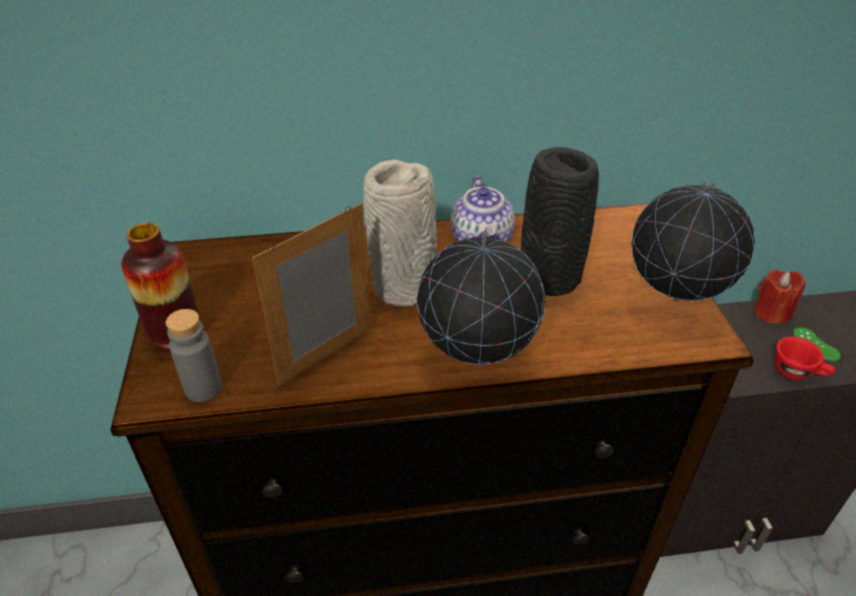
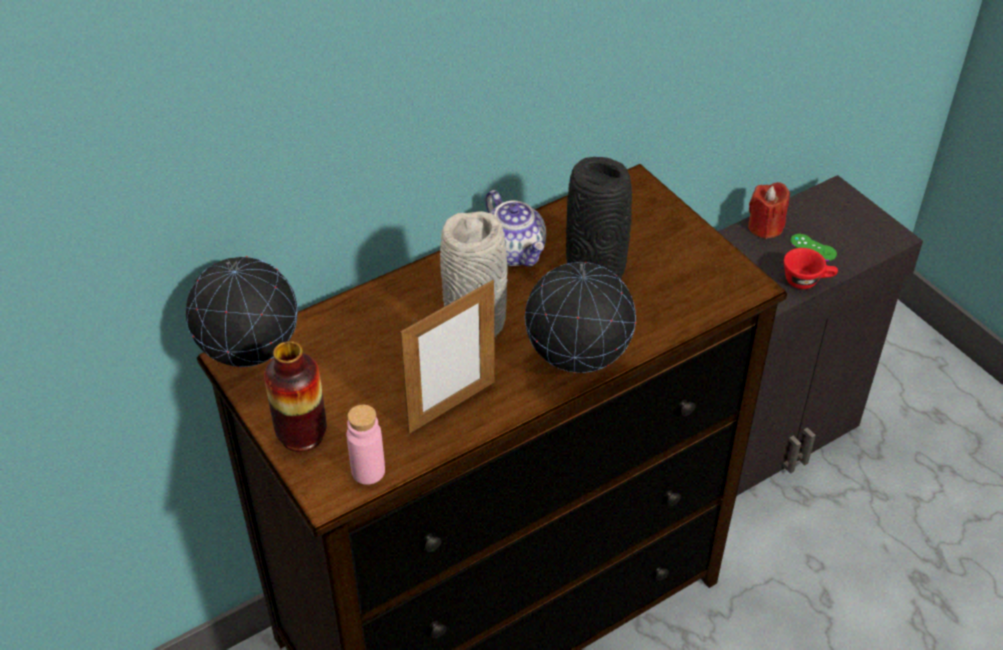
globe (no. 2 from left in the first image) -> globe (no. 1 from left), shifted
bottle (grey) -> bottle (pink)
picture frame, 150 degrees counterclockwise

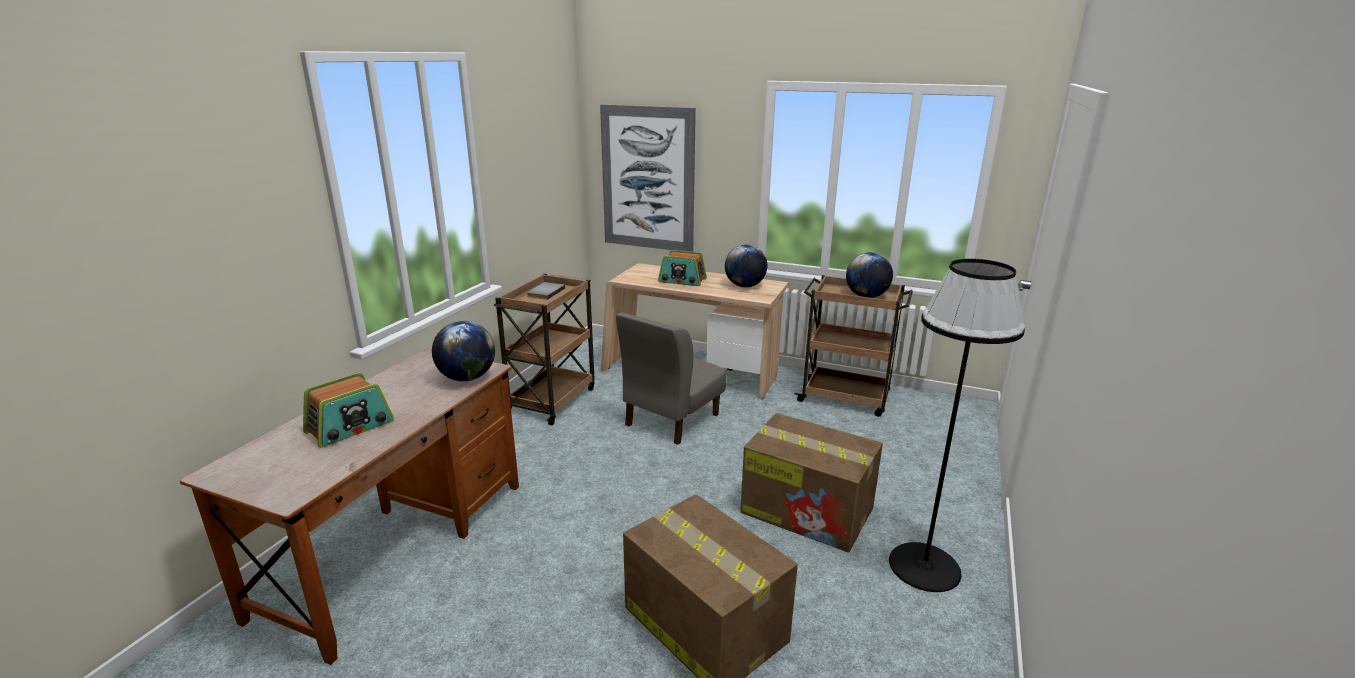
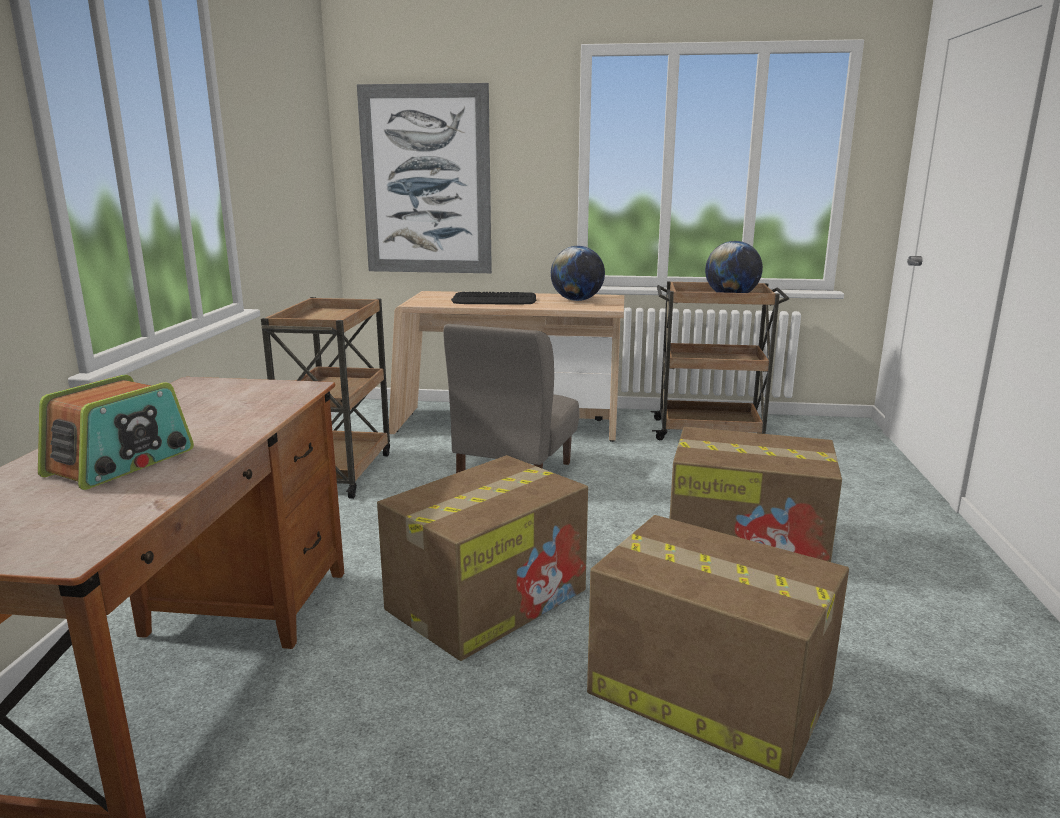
none -> cardboard box (no. 1 from left)
radio (no. 2 from left) -> keyboard
globe (no. 1 from left) -> none
book (grey) -> none
floor lamp (black) -> none

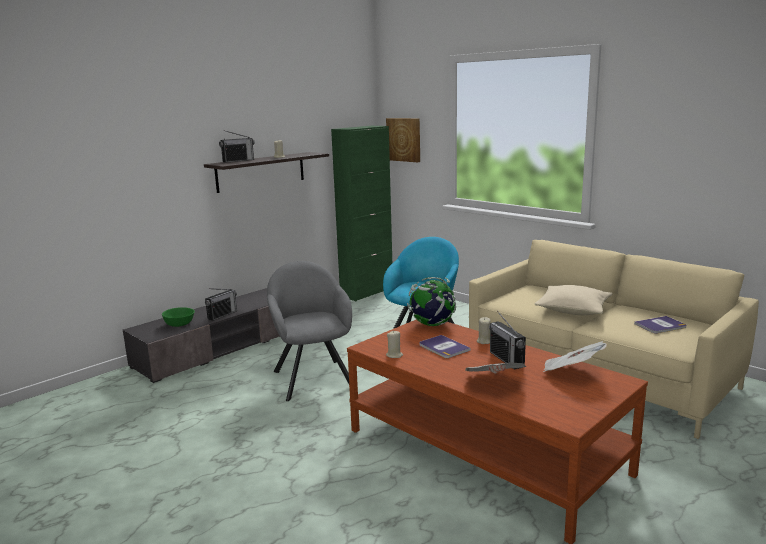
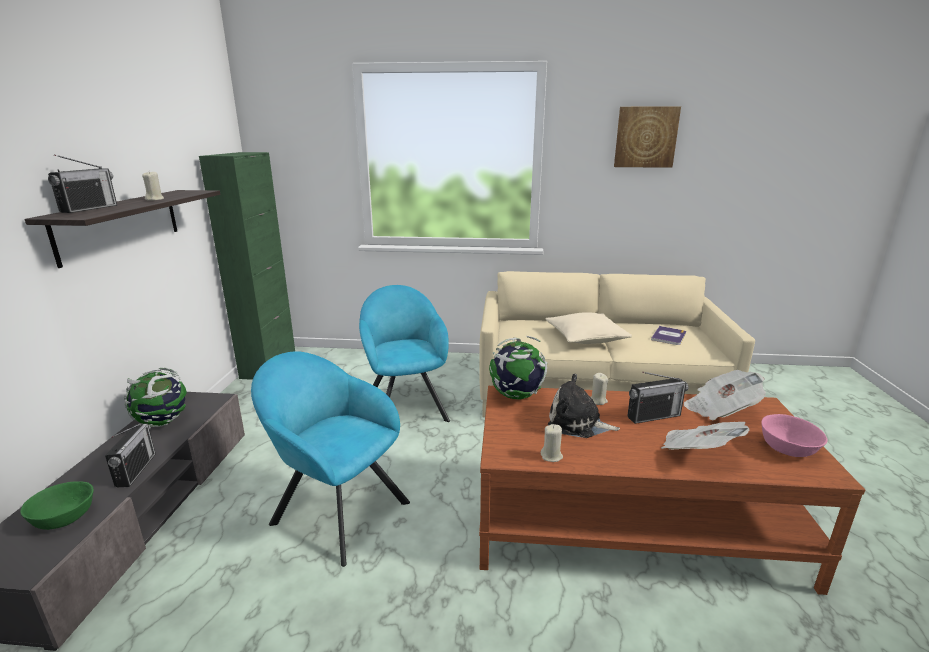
none -> globe (no. 1 from left)
armchair (grey) -> armchair (turquoise) (no. 1 from left)
book (no. 1 from left) -> plush toy
picture, shifted
radio (no. 3 from left), 45 degrees counterclockwise
none -> bowl (pink)

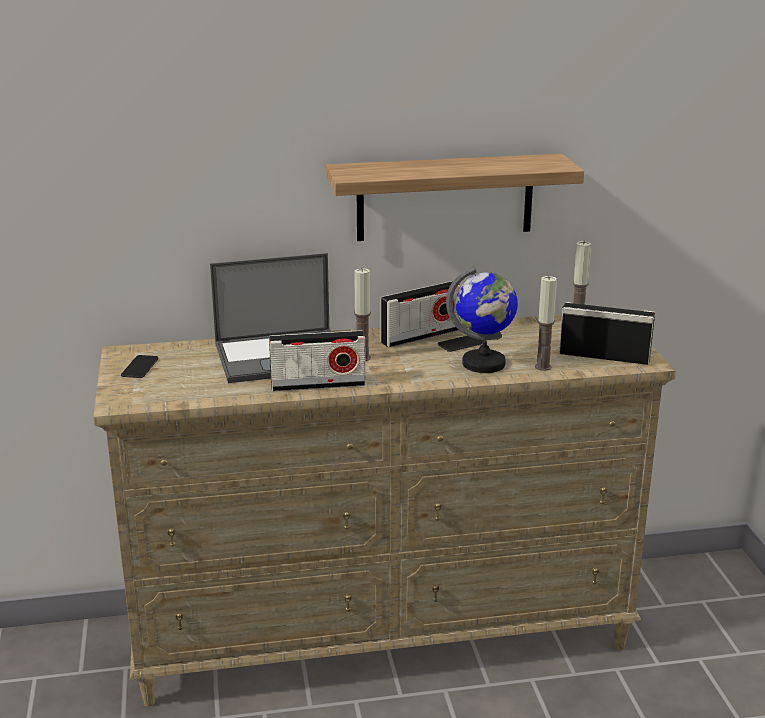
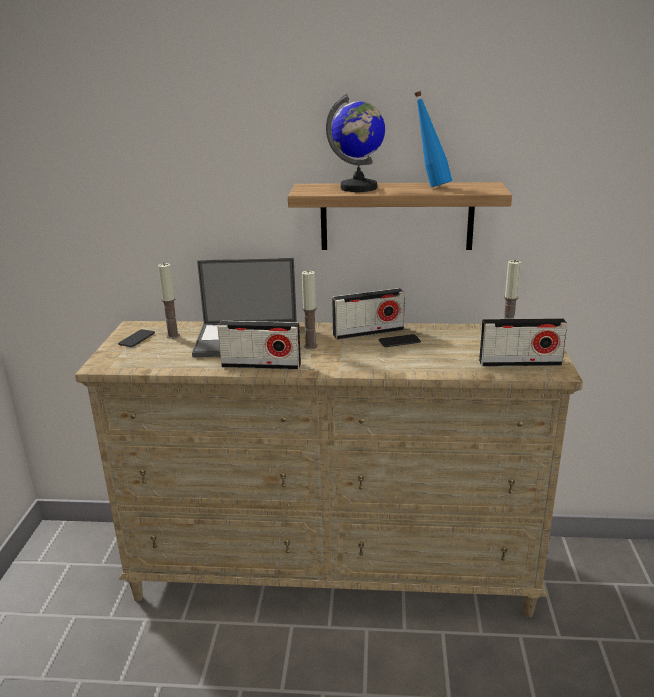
candle (no. 2 from left in the first image) -> candle (no. 1 from left), shifted
globe, shifted
none -> bottle (blue)
radio (no. 3 from left), 150 degrees clockwise

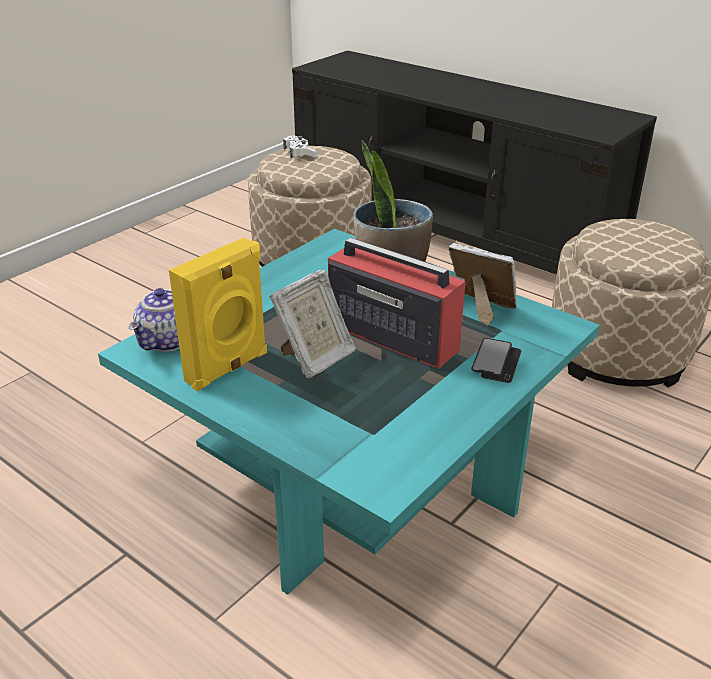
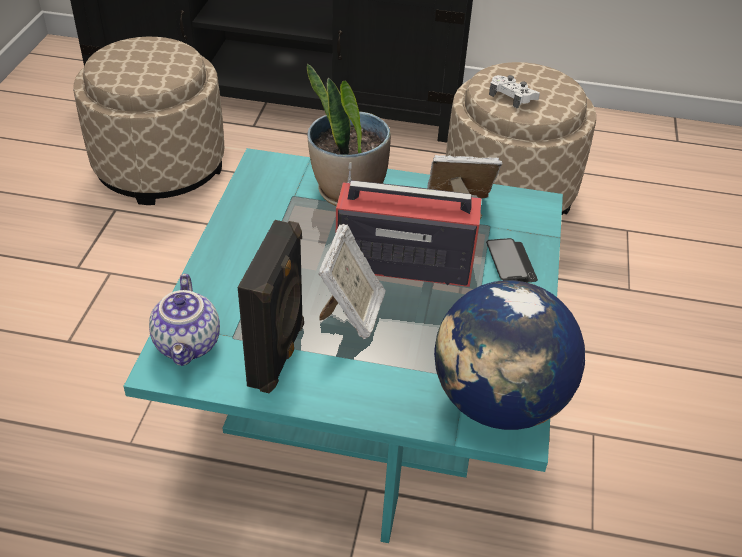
speaker (yellow) -> speaker (black)
none -> globe
game controller (white), shifted

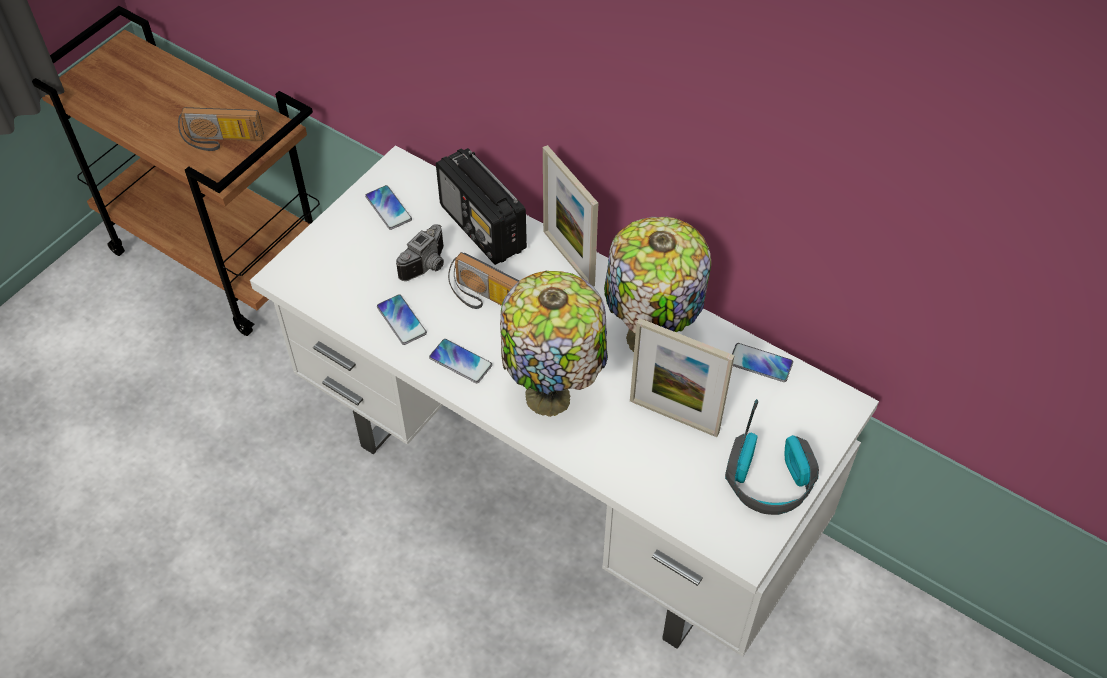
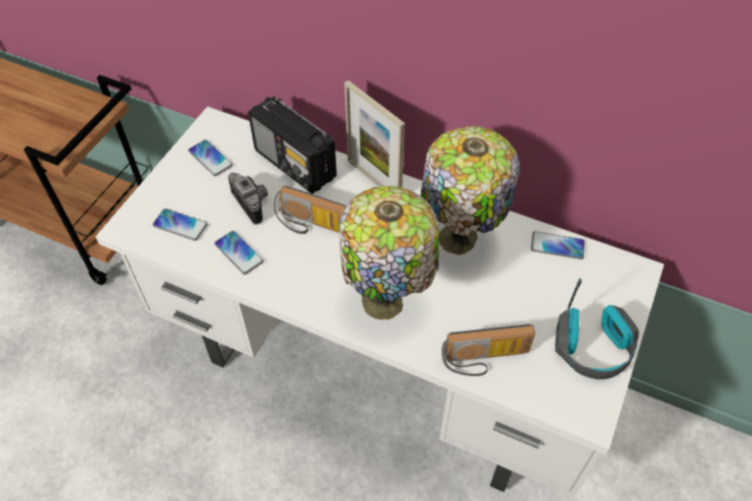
phone (no. 3 from left in the first image) -> phone (no. 1 from left), shifted
photo camera, 60 degrees counterclockwise
radio (no. 1 from left in the first image) -> radio (no. 3 from left), shifted
picture frame (no. 2 from left) -> none

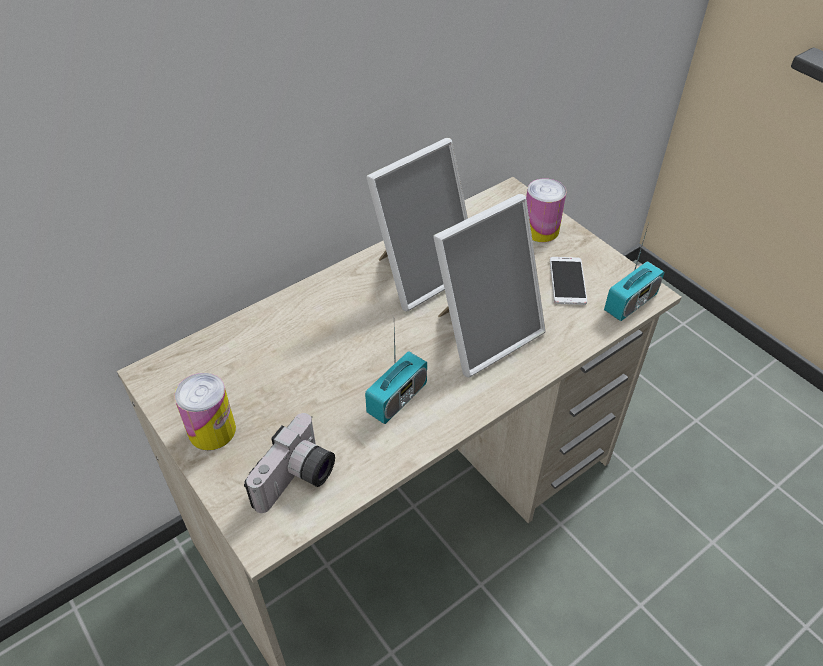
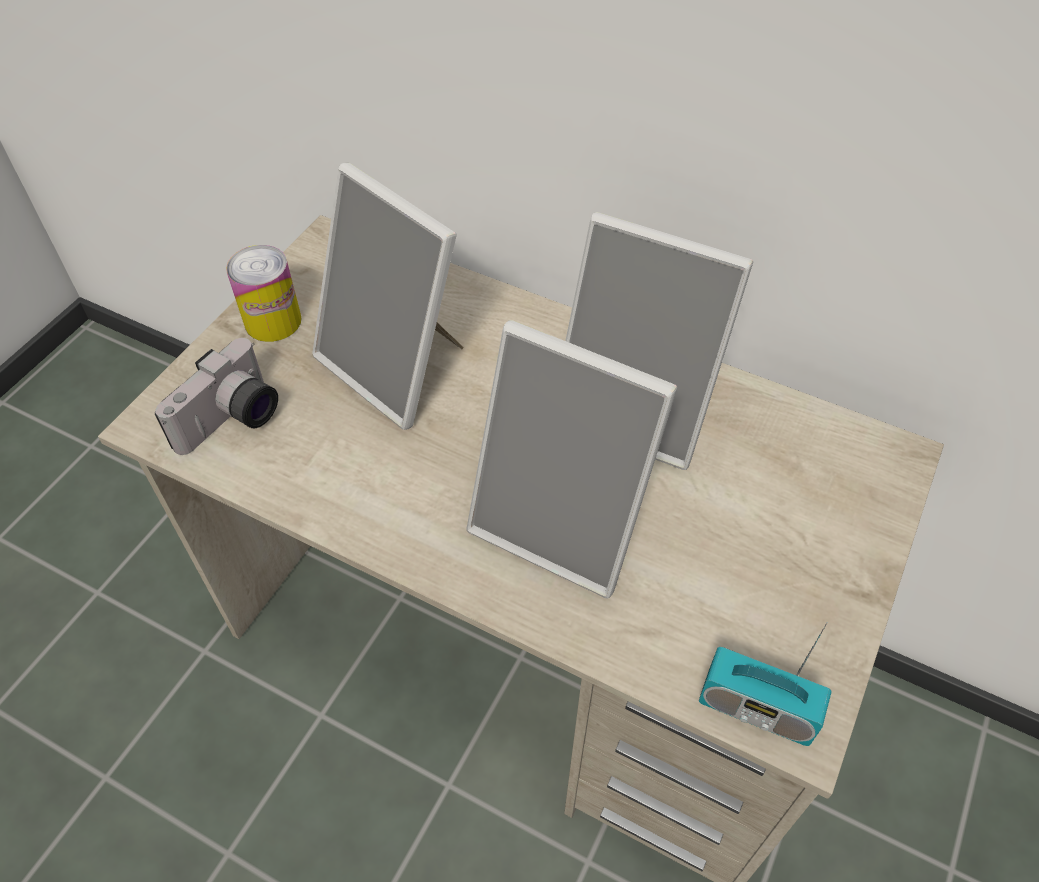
photo camera, 60 degrees counterclockwise
none -> picture frame (no. 1 from left)
radio (no. 1 from left) -> none
can (no. 2 from left) -> none
phone -> none

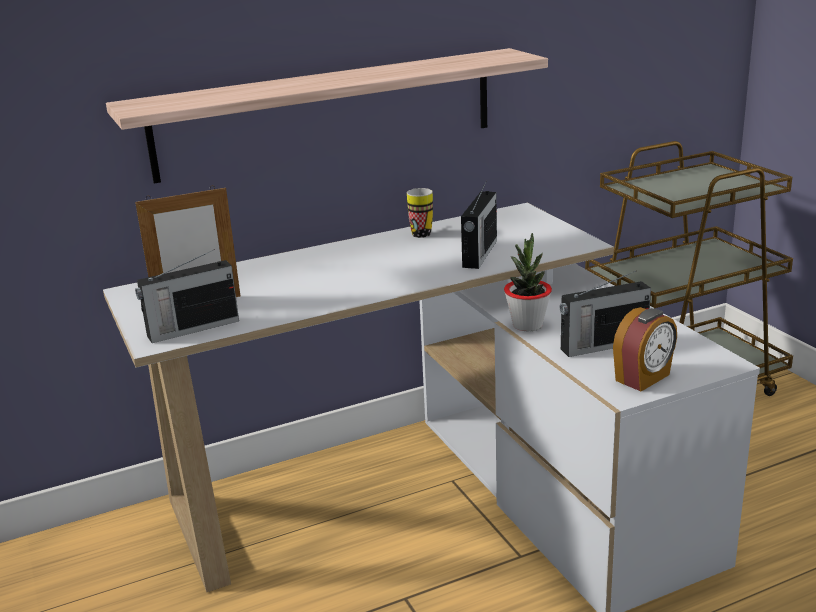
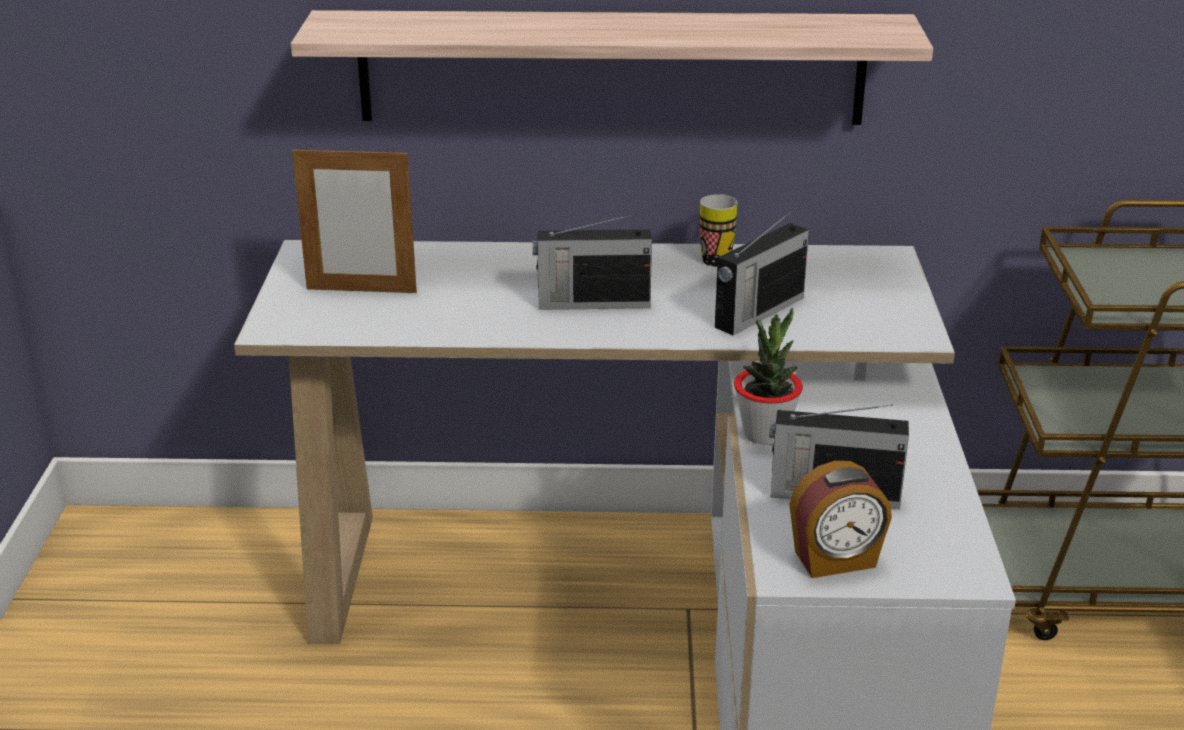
radio (no. 1 from left), shifted

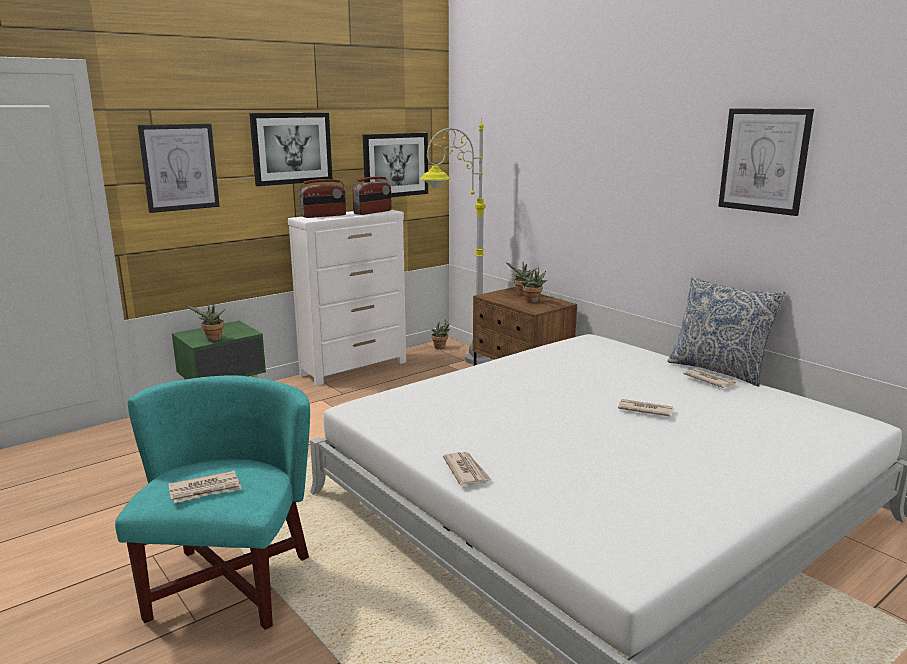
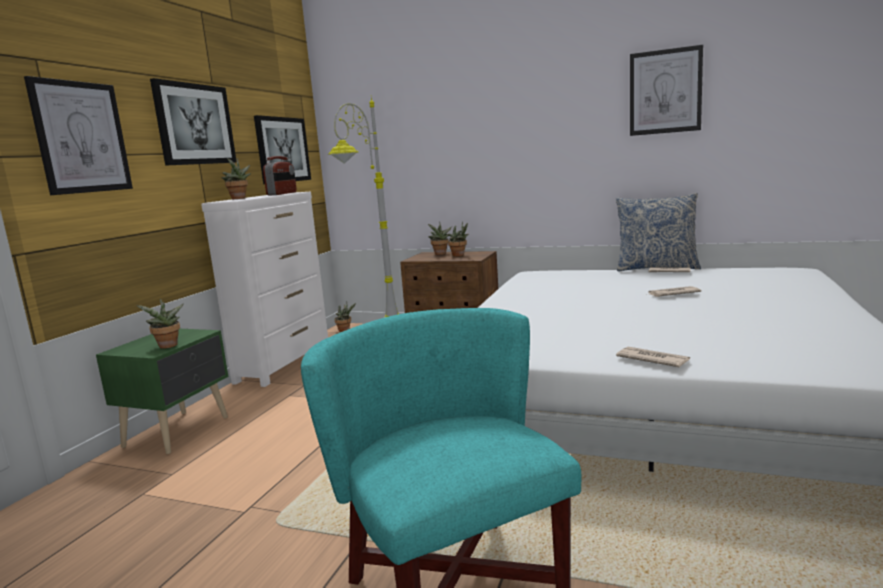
radio (no. 1 from left) -> potted plant (no. 2 from left)
newspaper (no. 1 from left) -> none

